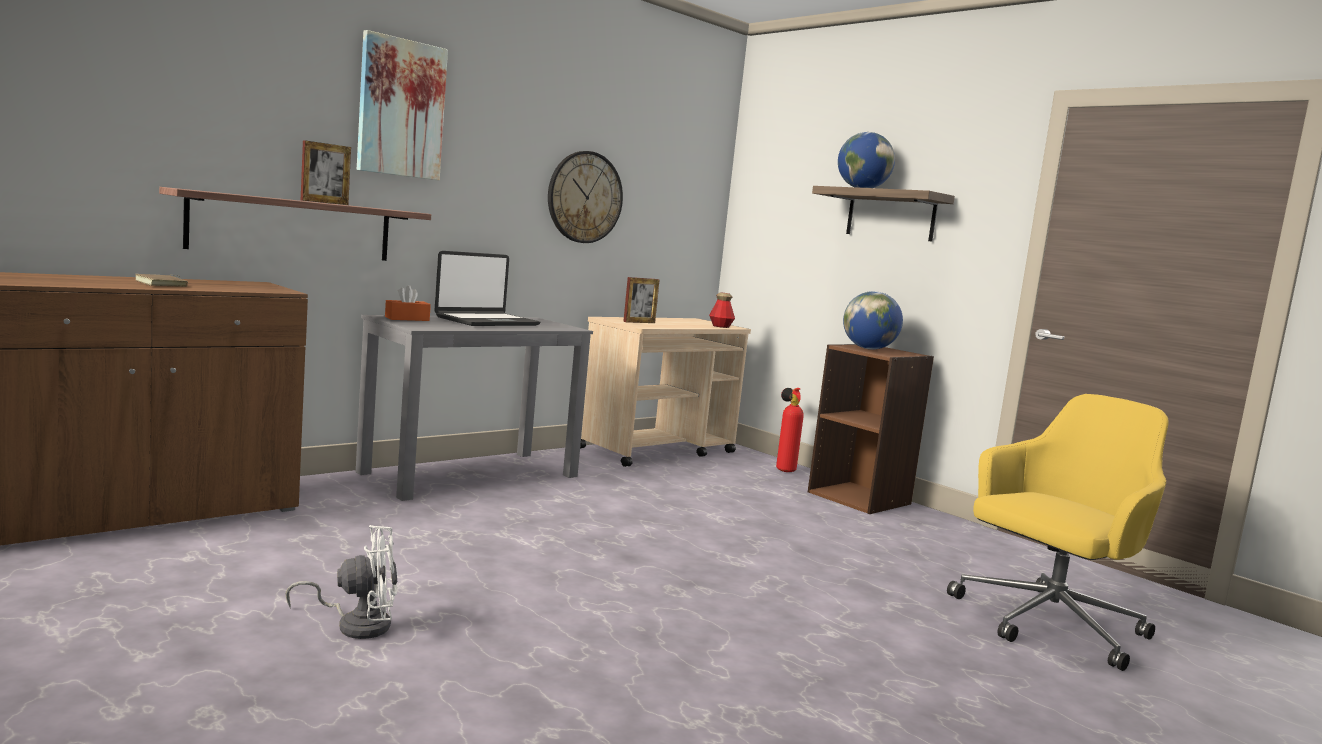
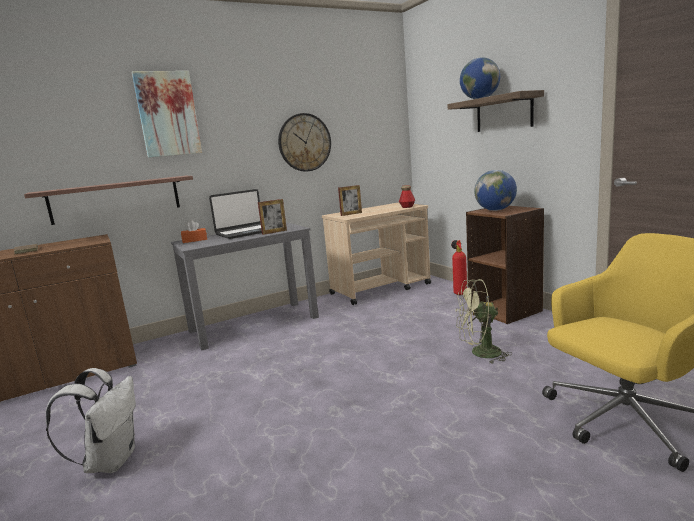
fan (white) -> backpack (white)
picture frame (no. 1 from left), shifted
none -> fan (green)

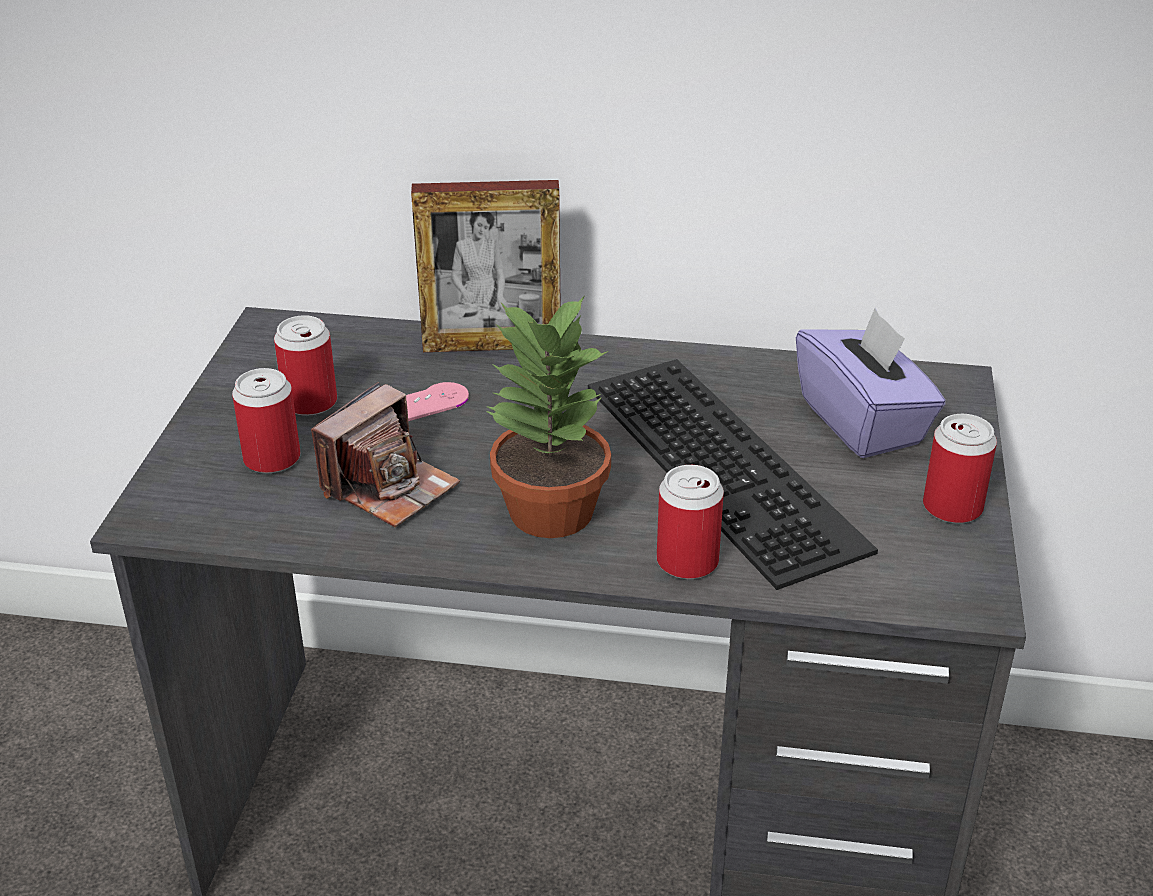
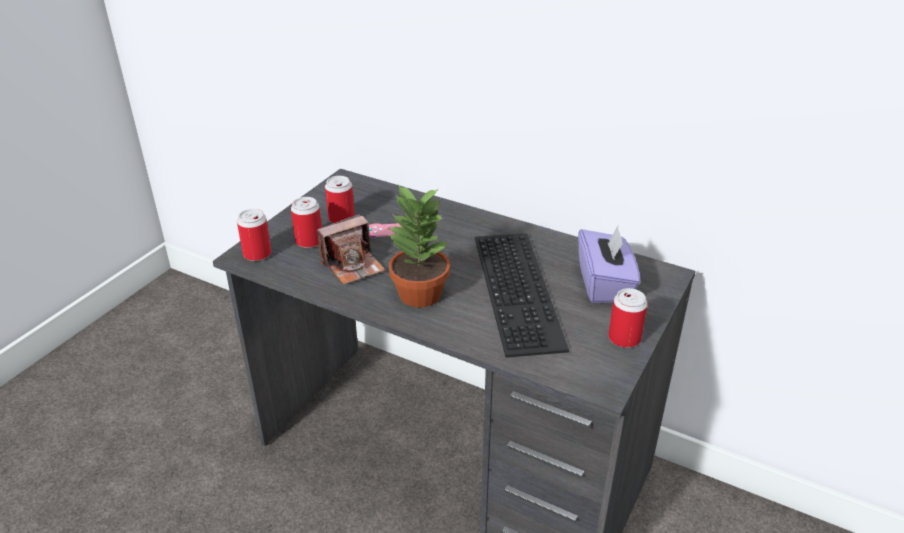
can (no. 3 from left in the first image) -> can (no. 1 from left), shifted
picture frame -> none

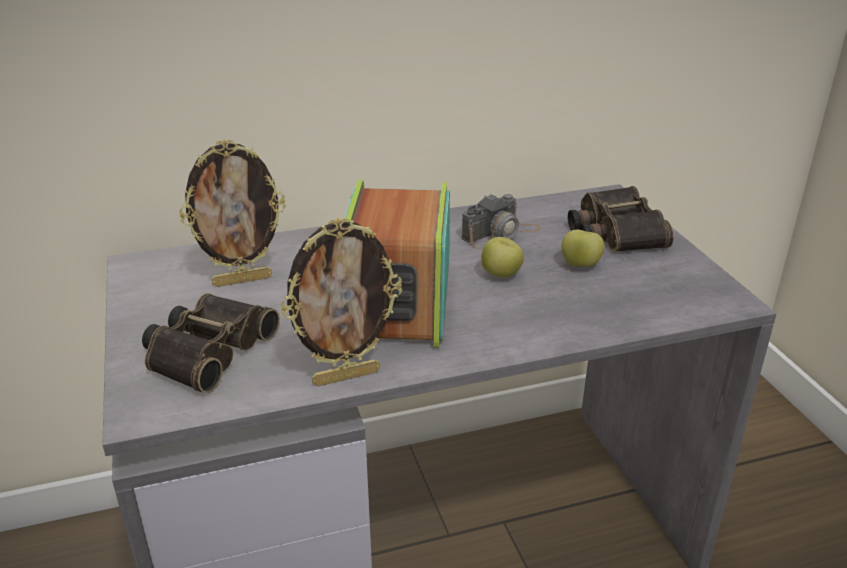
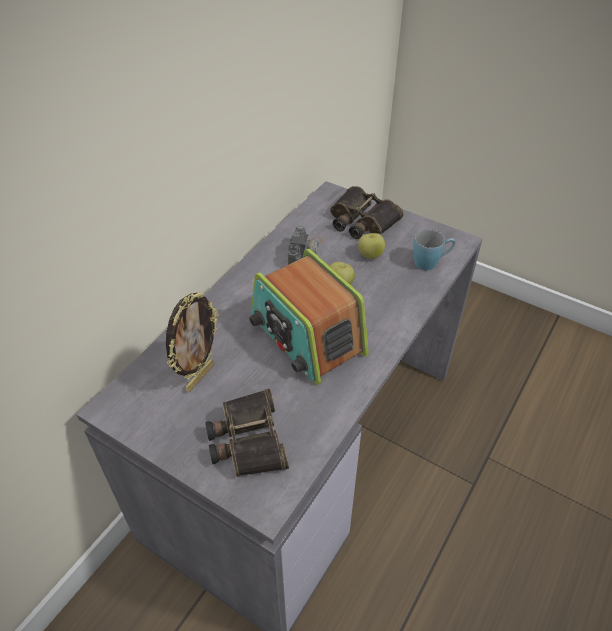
none -> mug (blue)
picture frame (no. 2 from left) -> none

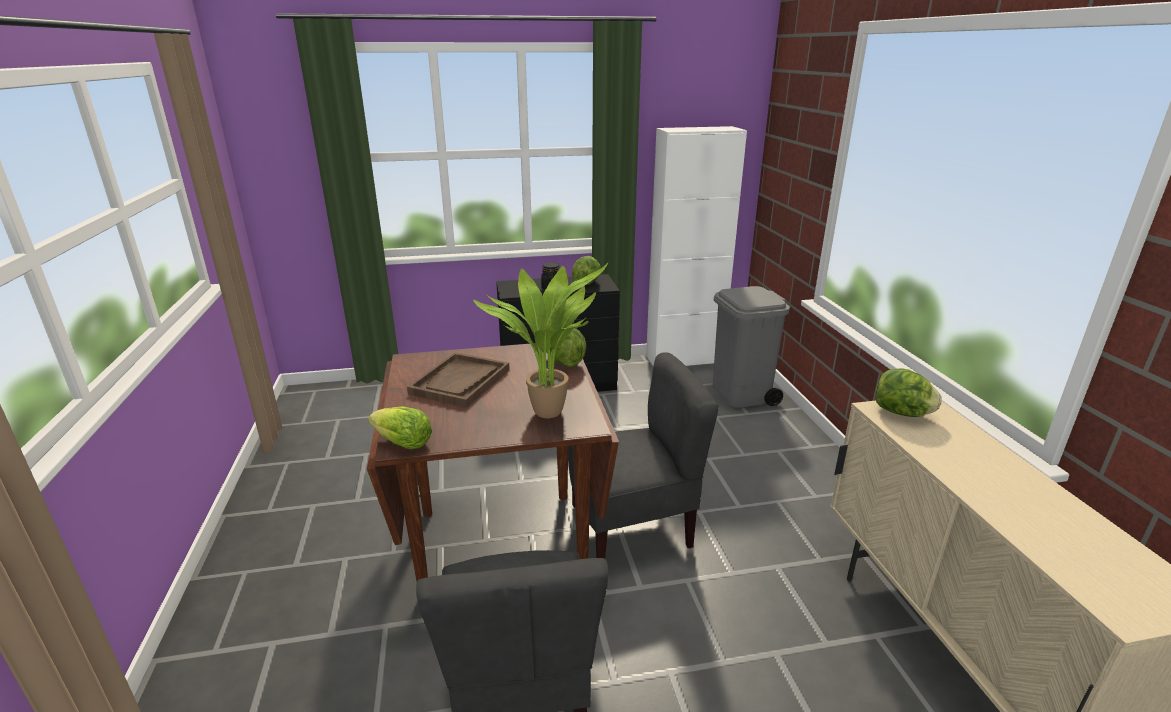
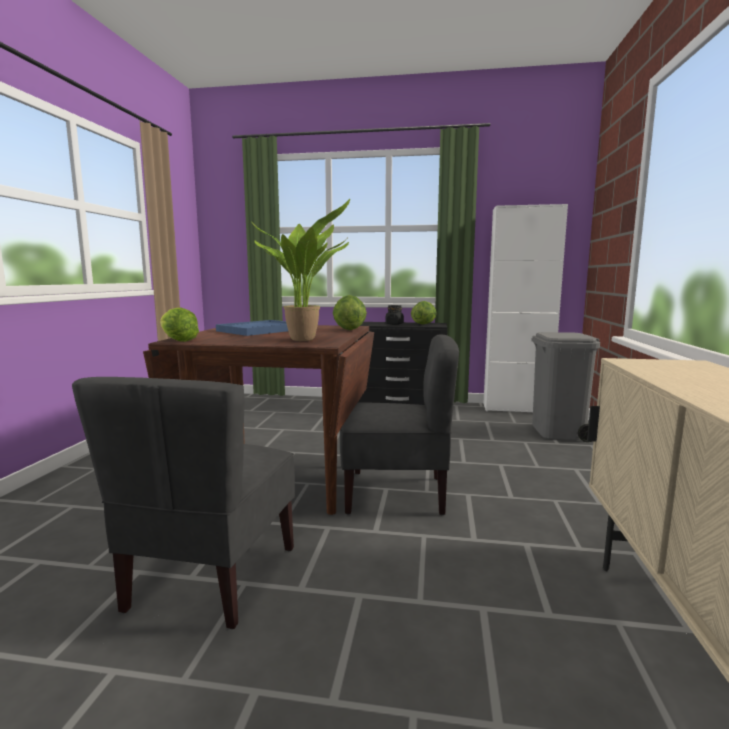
tray (brown) -> tray (blue)
lettuce (no. 4 from left) -> none

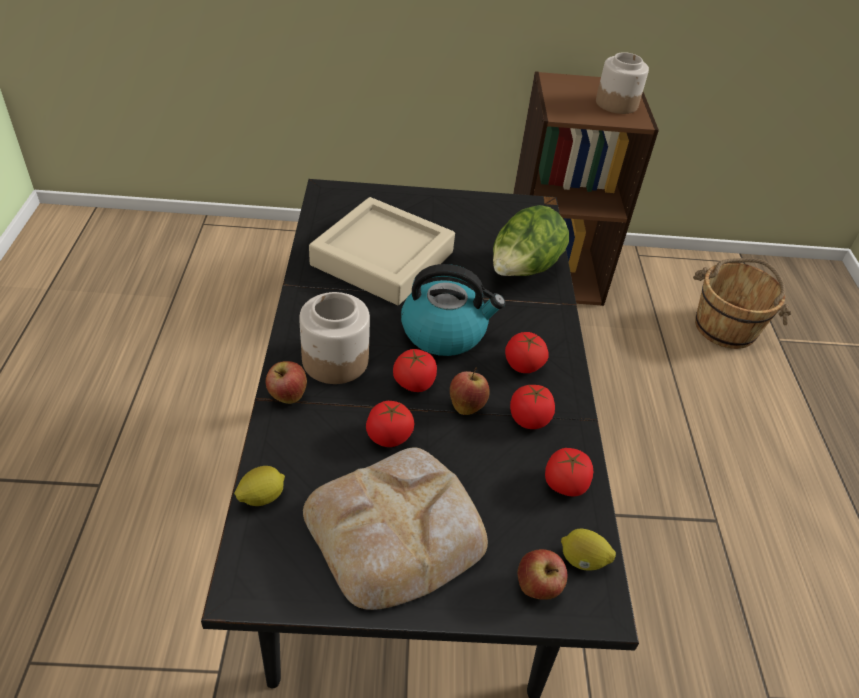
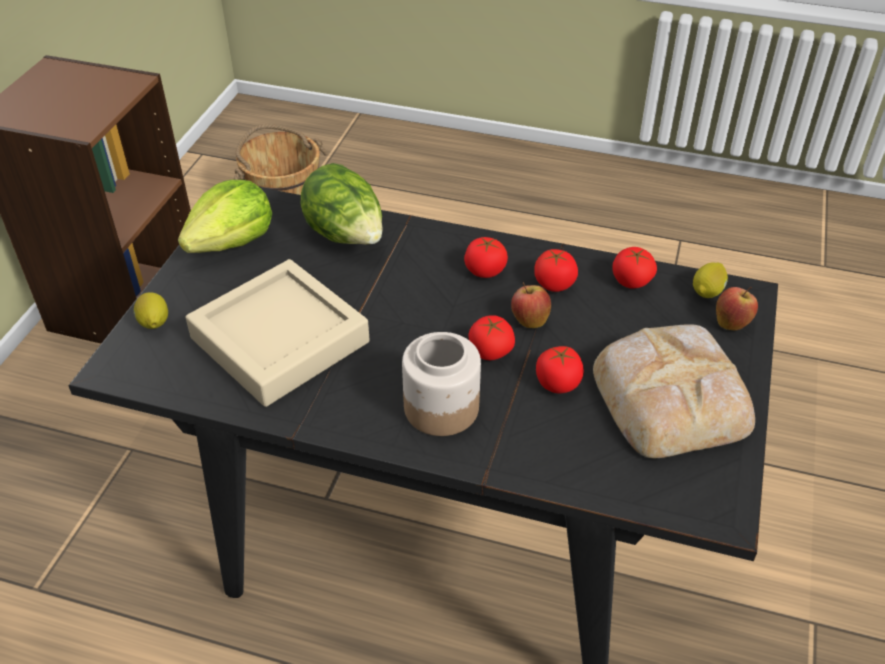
lemon (no. 1 from left), shifted
none -> lettuce (no. 1 from left)
apple (no. 1 from left) -> none
kettle -> none
jar (no. 2 from left) -> none

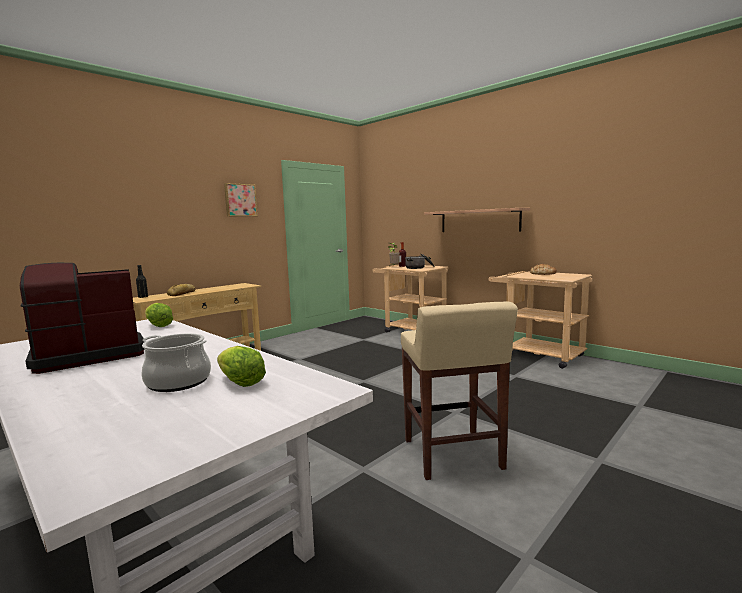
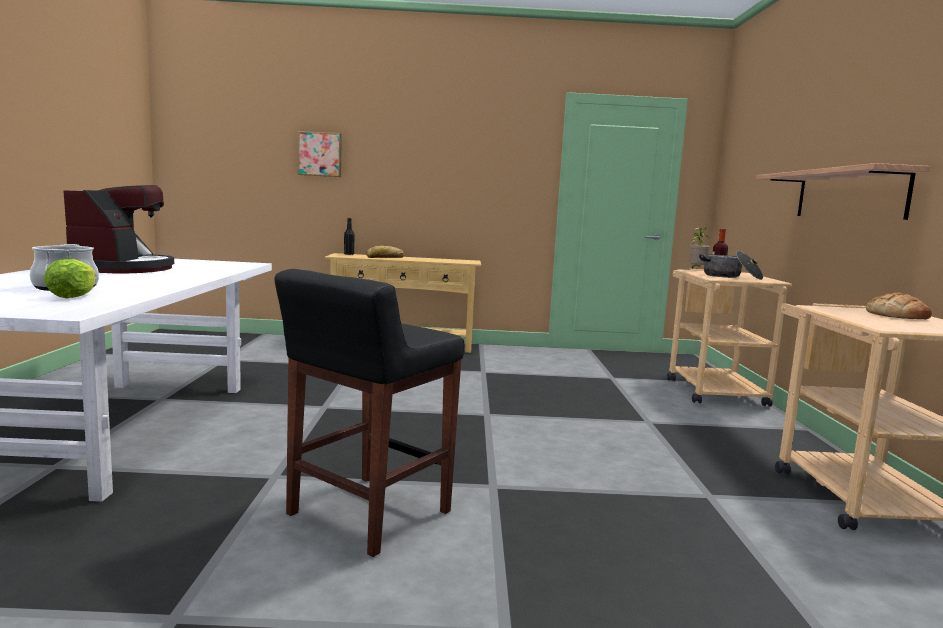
coffee machine, 75 degrees clockwise
stool (beige) -> stool (black)
picture, shifted
lettuce (no. 1 from left) -> none

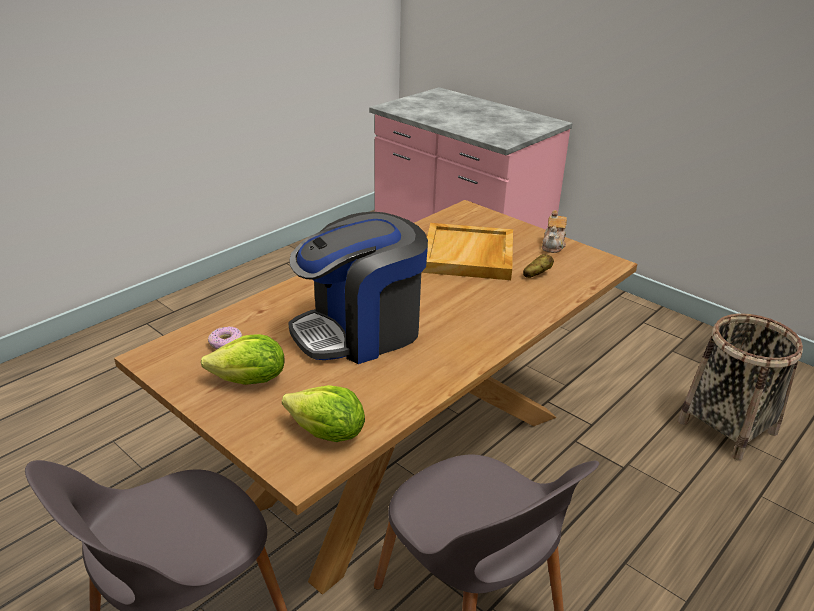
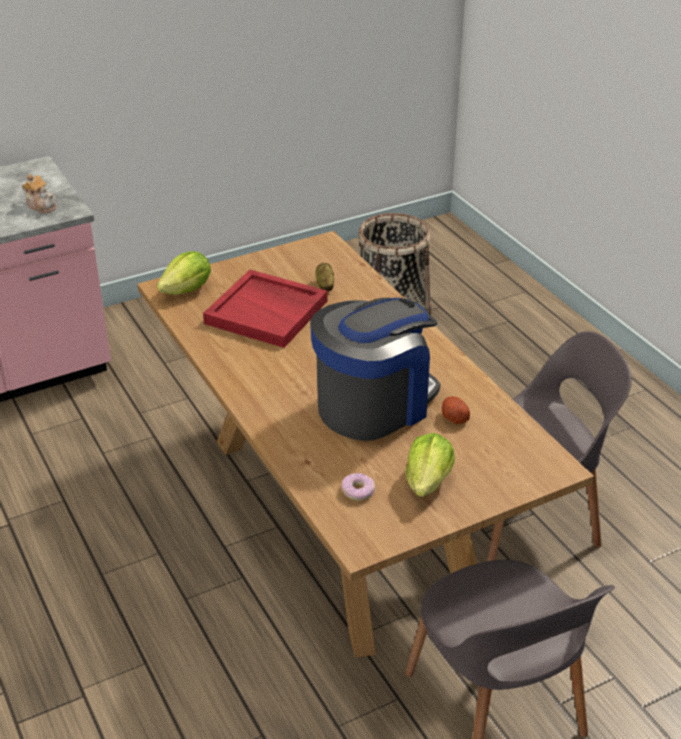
teapot, shifted
lettuce (no. 2 from left in the first image) -> lettuce (no. 1 from left), shifted
tray (beige) -> tray (red)
coffee machine, 120 degrees counterclockwise
none -> potato (no. 2 from left)

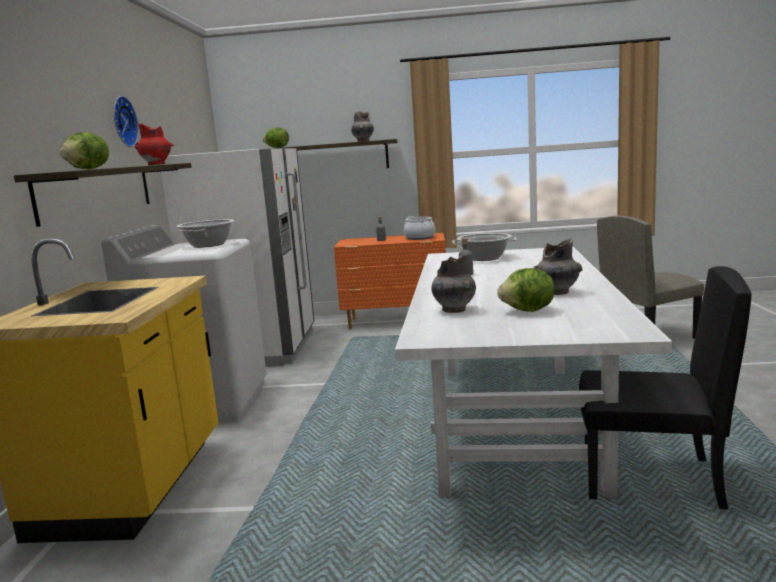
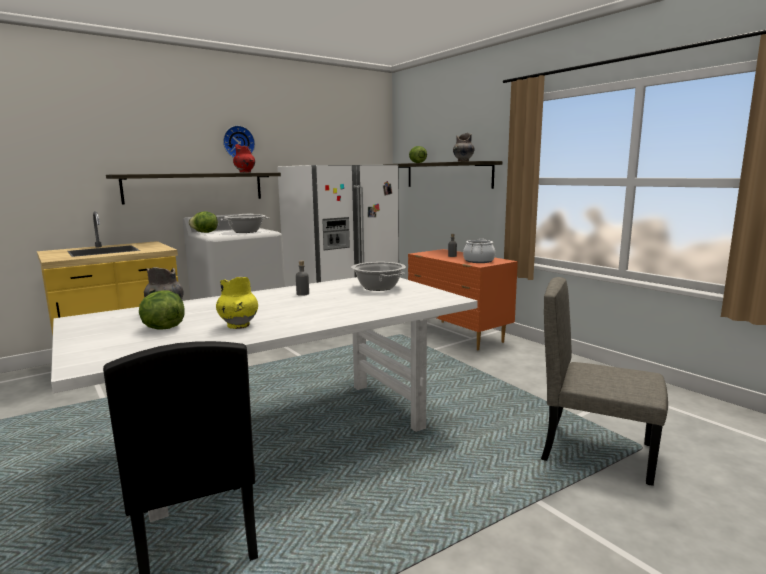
lettuce (no. 1 from left in the first image) -> lettuce (no. 2 from left), shifted
vase (grey) (no. 3 from left) -> vase (yellow)

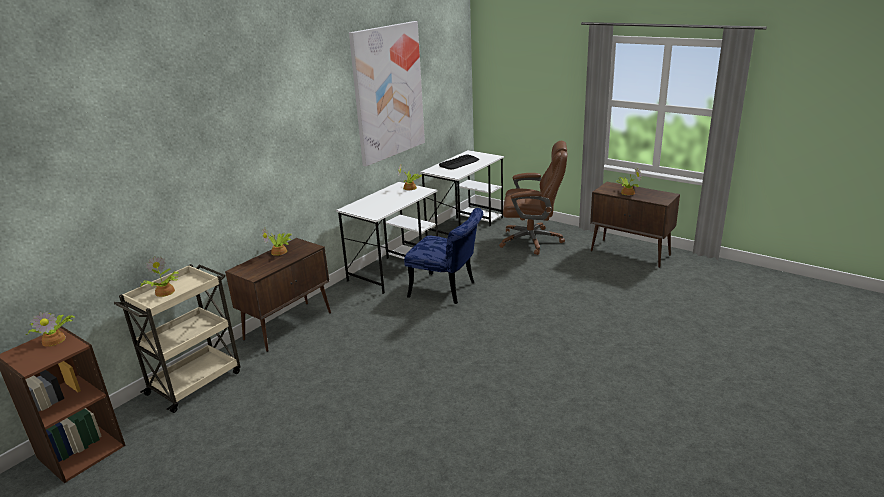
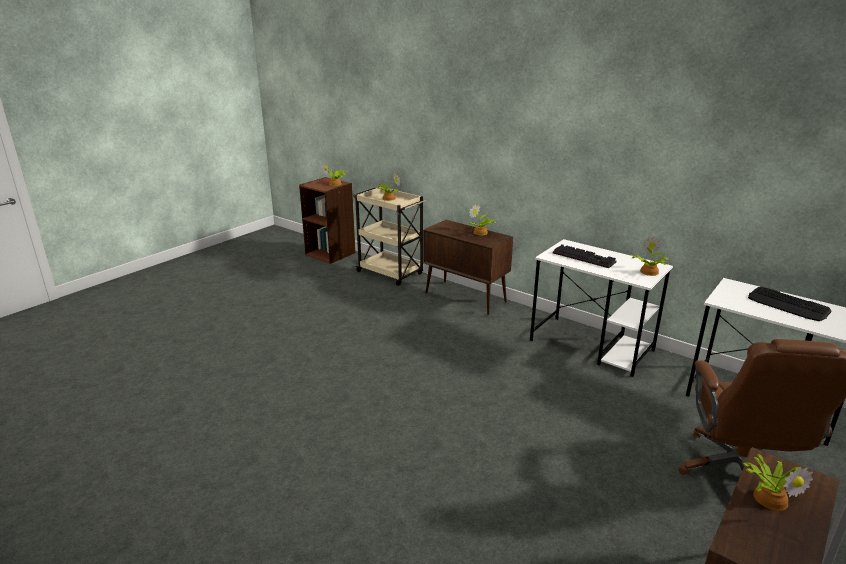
none -> keyboard (no. 1 from left)
picture -> none
chair (blue) -> none

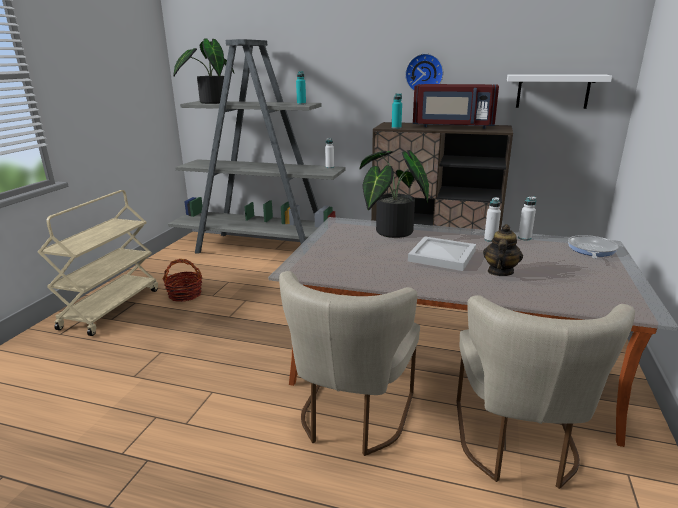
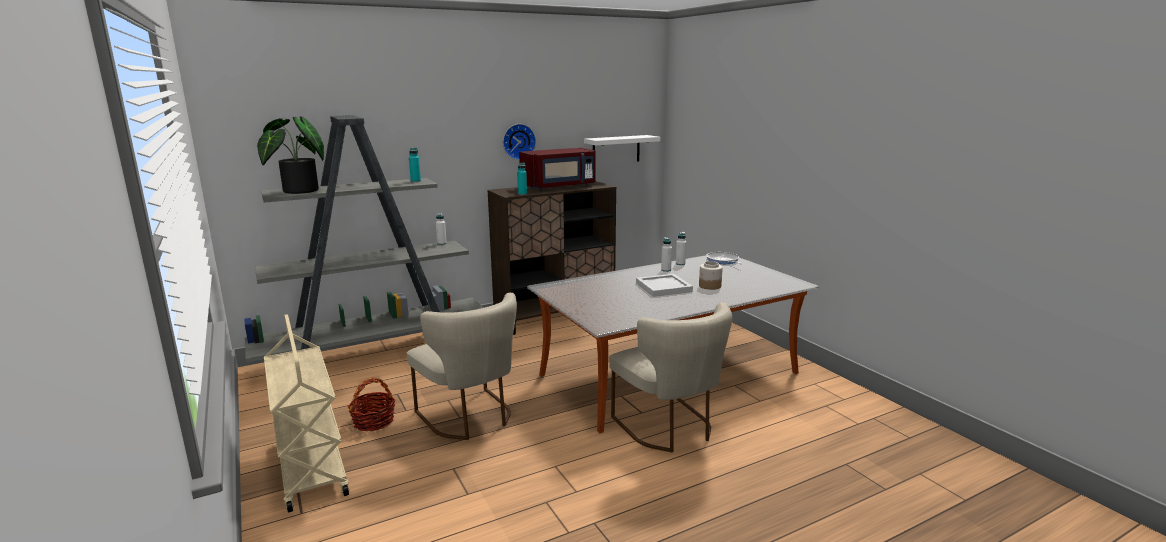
chair (beige) (no. 2 from left in the first image) -> chair (beige) (no. 1 from left), shifted
teapot -> jar
potted plant (no. 2 from left) -> none

